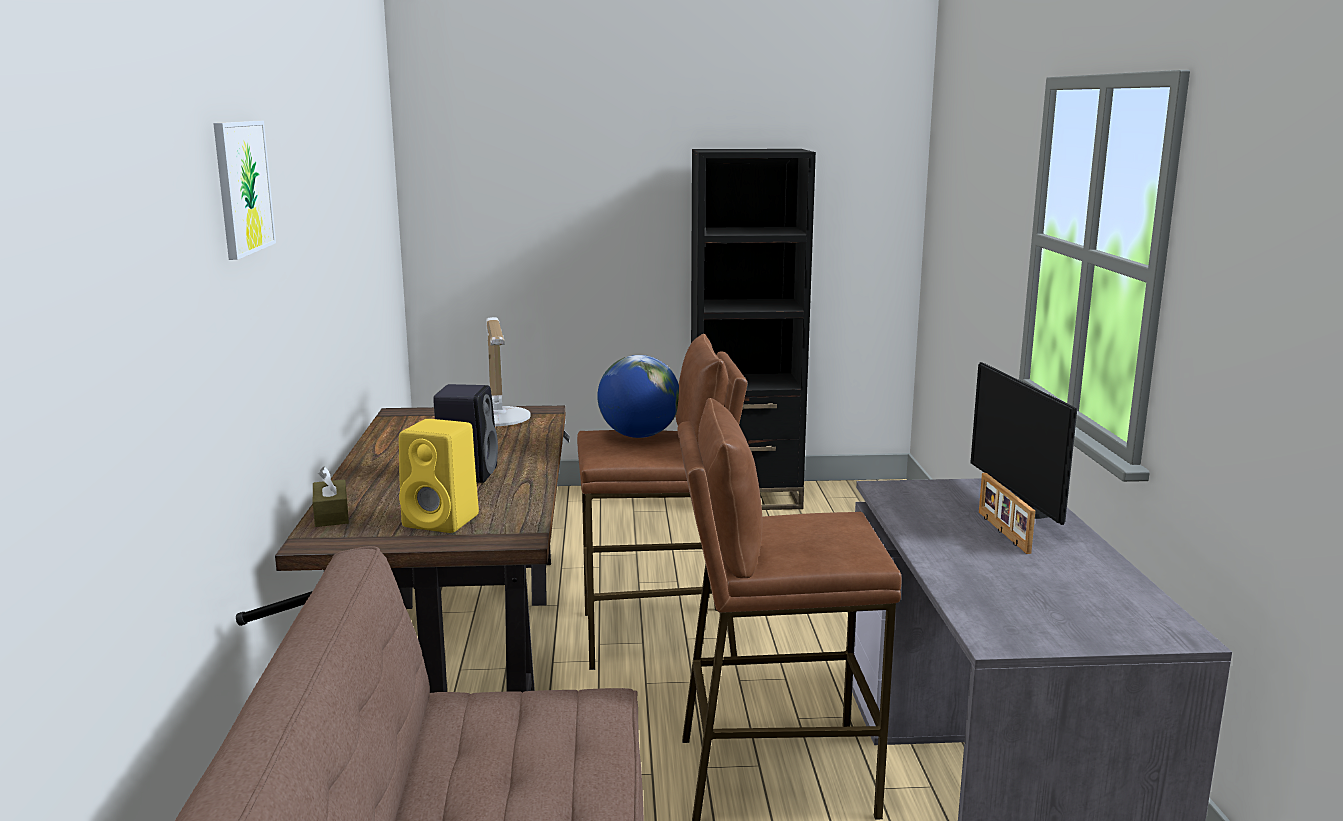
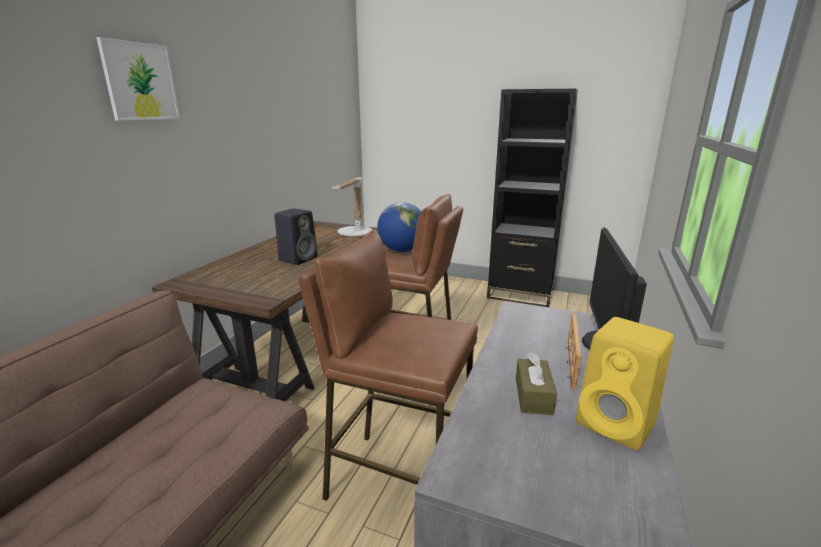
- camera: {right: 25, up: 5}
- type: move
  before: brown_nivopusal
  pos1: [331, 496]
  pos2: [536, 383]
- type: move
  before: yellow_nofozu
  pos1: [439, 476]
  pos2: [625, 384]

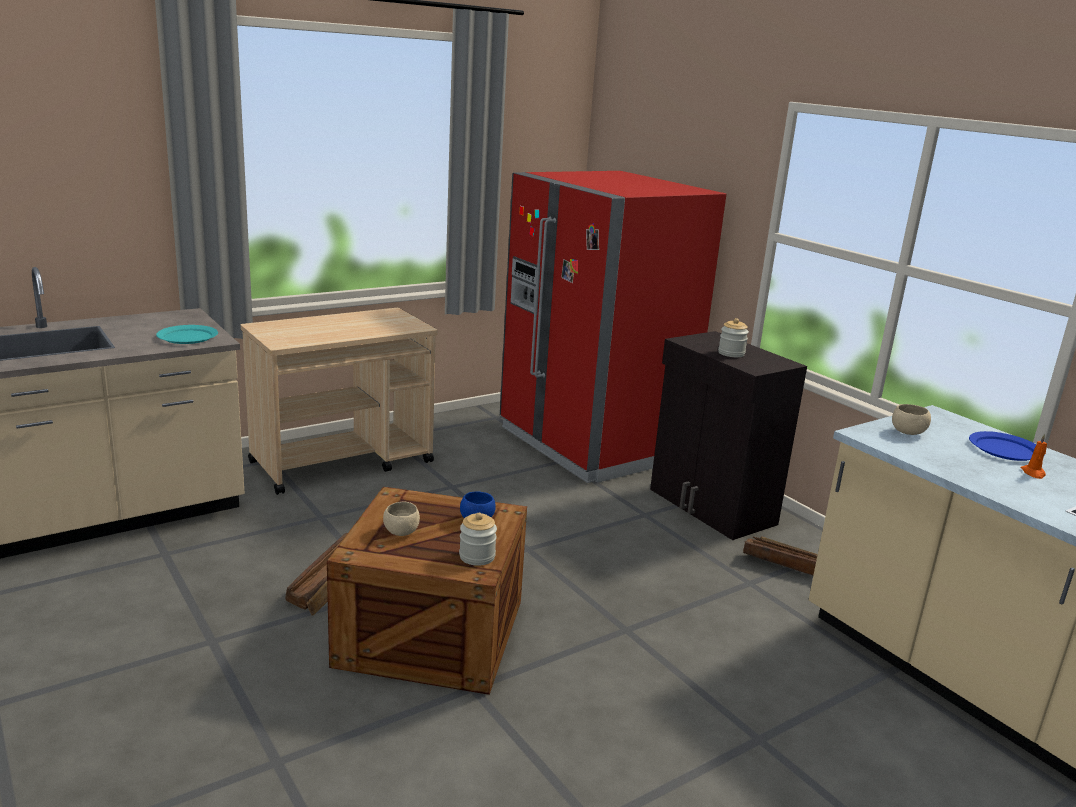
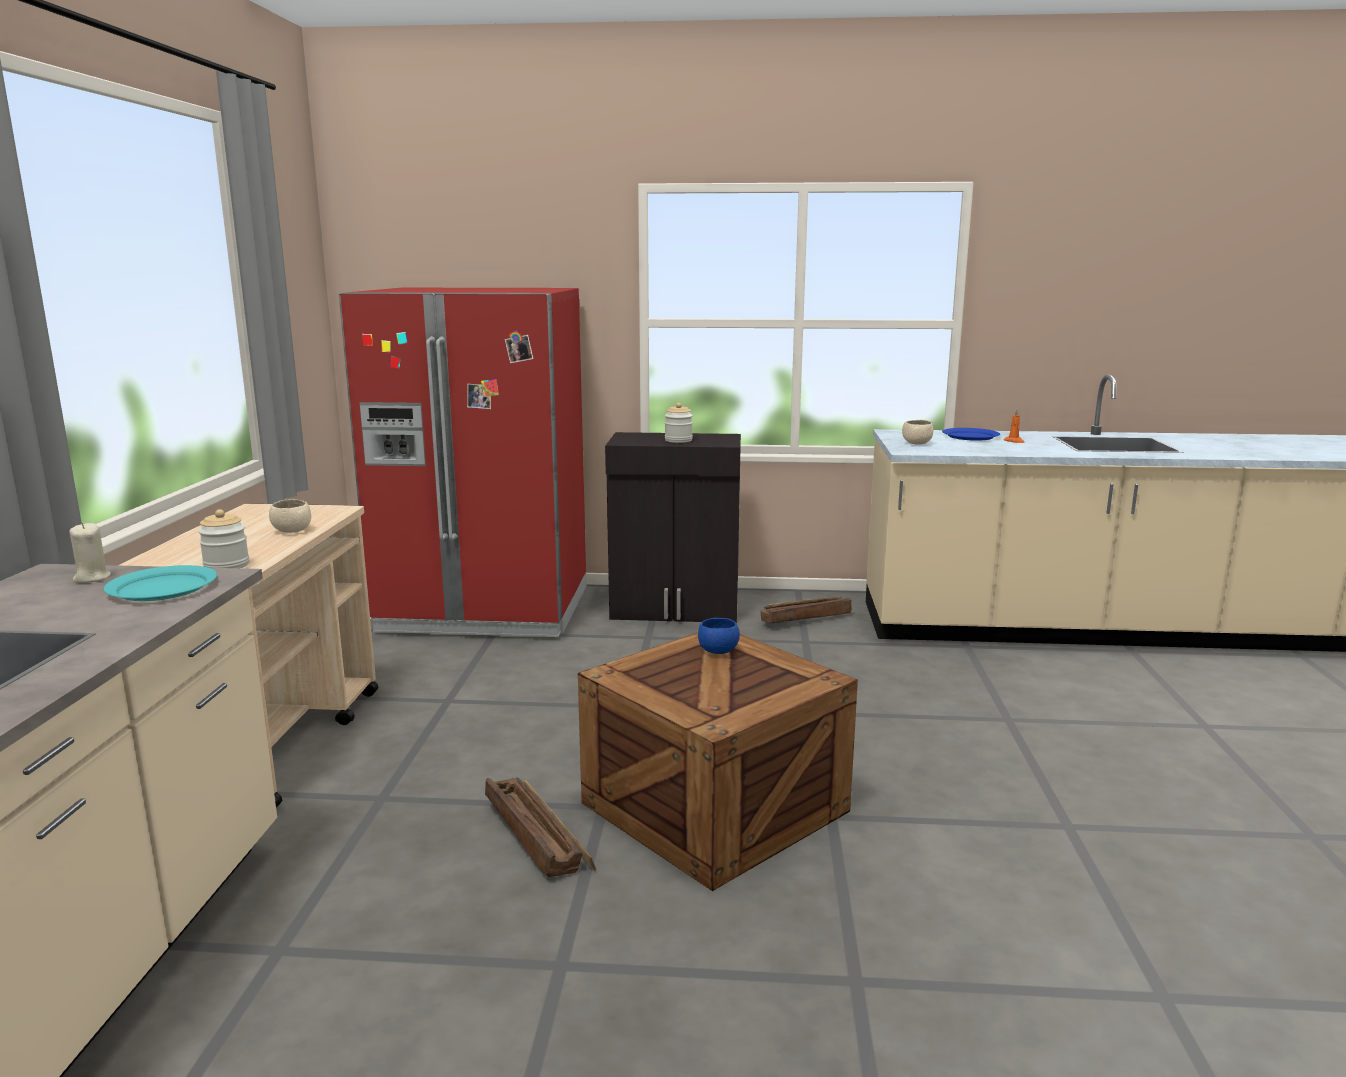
- camera: {right: -50, up: -5}
- type: move
  before: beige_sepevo
  pos1: [401, 519]
  pos2: [290, 516]
- type: move
  before: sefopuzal
  pos1: [478, 539]
  pos2: [223, 538]
- type: insert
  after: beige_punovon
  pos2: [90, 553]

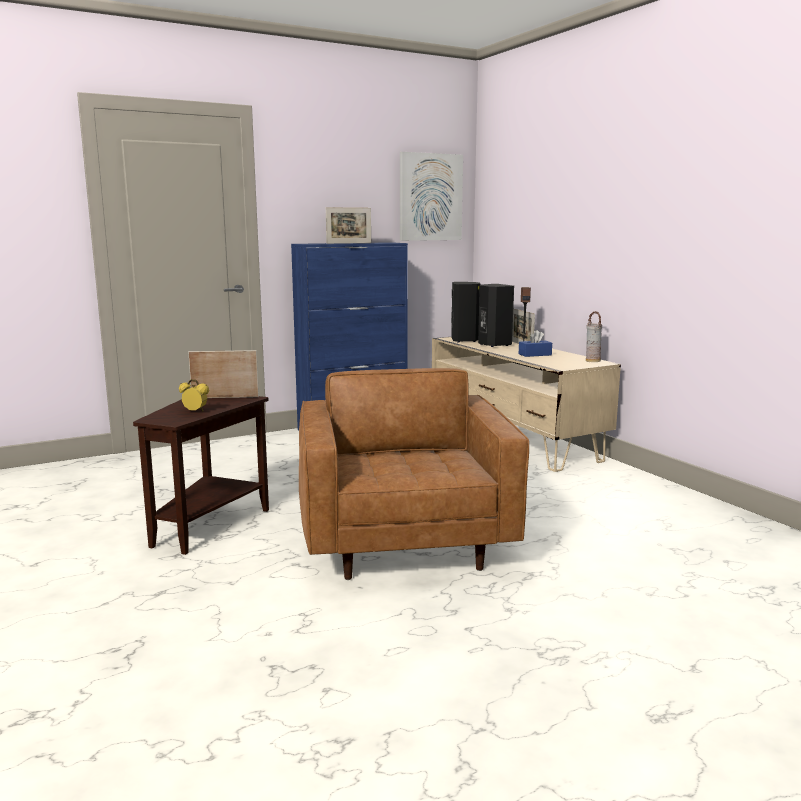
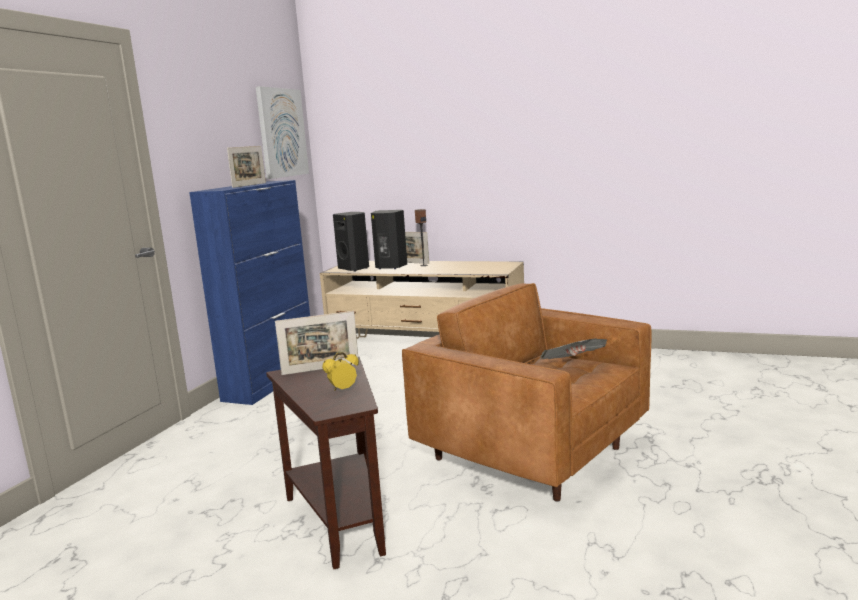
- camera: {right: -40, up: 0}
- type: rotate
  before: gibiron
  pos1: [223, 374]
  pos2: [317, 343]
  turn: -150
- type: delete
  before: blue_nivopusal
  pos1: [535, 343]
- type: delete
  before: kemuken
  pos1: [594, 336]
- type: insert
  after: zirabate
  pos2: [573, 349]

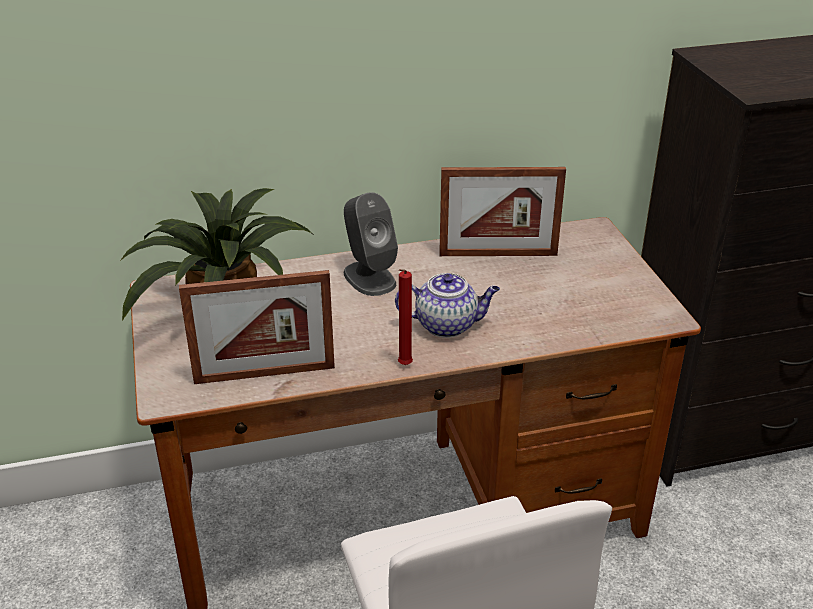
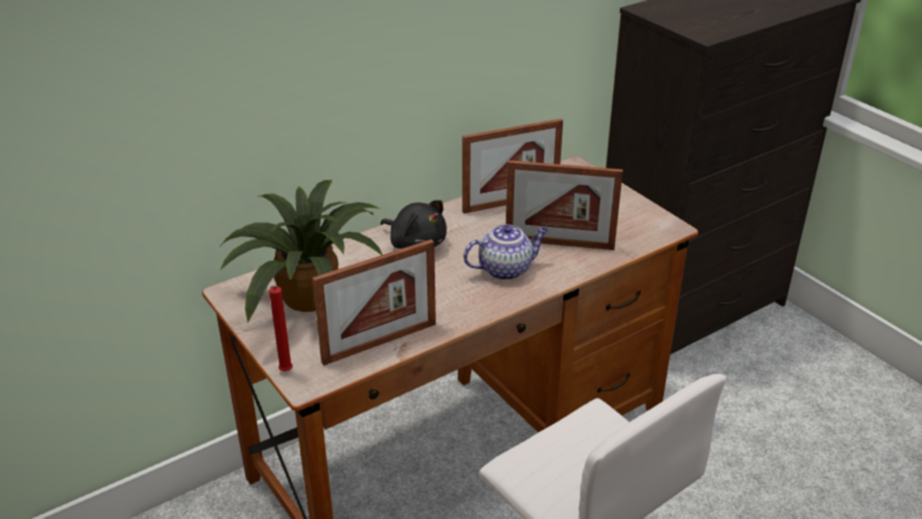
- camera: {right: -20, up: 0}
- type: replace
  before: grey_nofozu
  after: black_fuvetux
  pos1: [371, 244]
  pos2: [414, 224]
- type: move
  before: red_punovon
  pos1: [405, 317]
  pos2: [281, 328]
- type: insert
  after: gibiron
  pos2: [564, 205]

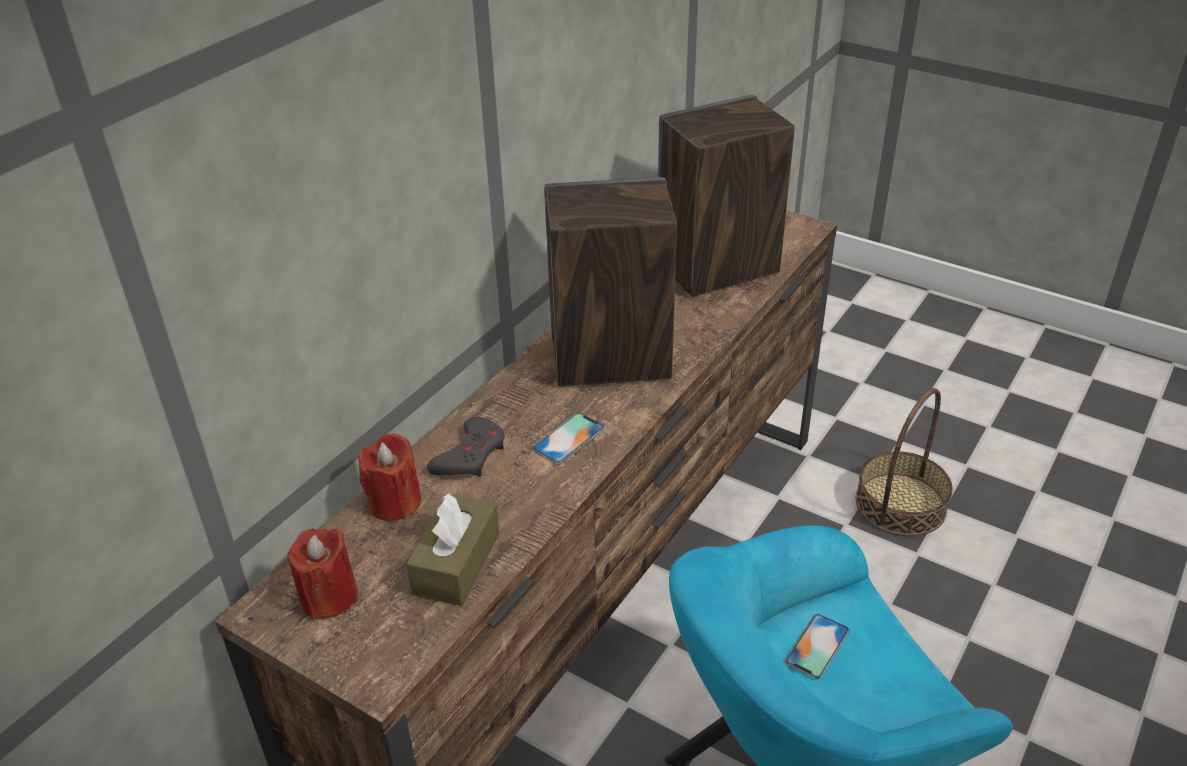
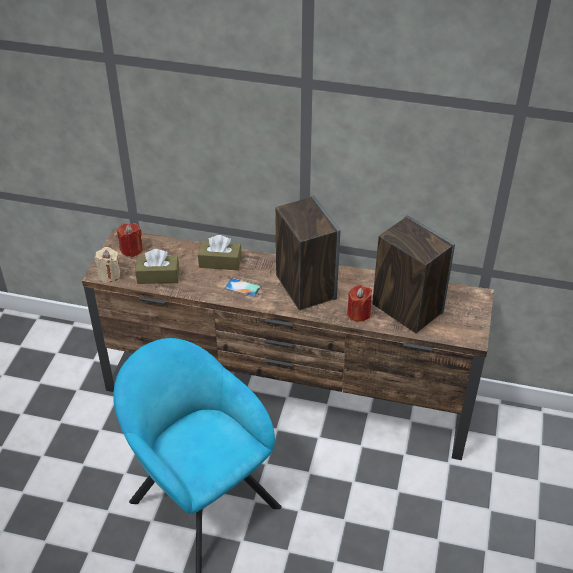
- camera: {right: 70, up: 5}
- type: move
  before: red_punovon
  pos1: [389, 477]
  pos2: [359, 303]
- type: replace
  before: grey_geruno
  after: brown_nivopusal
  pos1: [466, 447]
  pos2: [219, 252]
- type: delete
  before: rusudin
  pos1: [817, 646]
- type: delete
  before: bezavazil
  pos1: [904, 462]
- type: insert
  after: beige_punovon
  pos2: [108, 264]

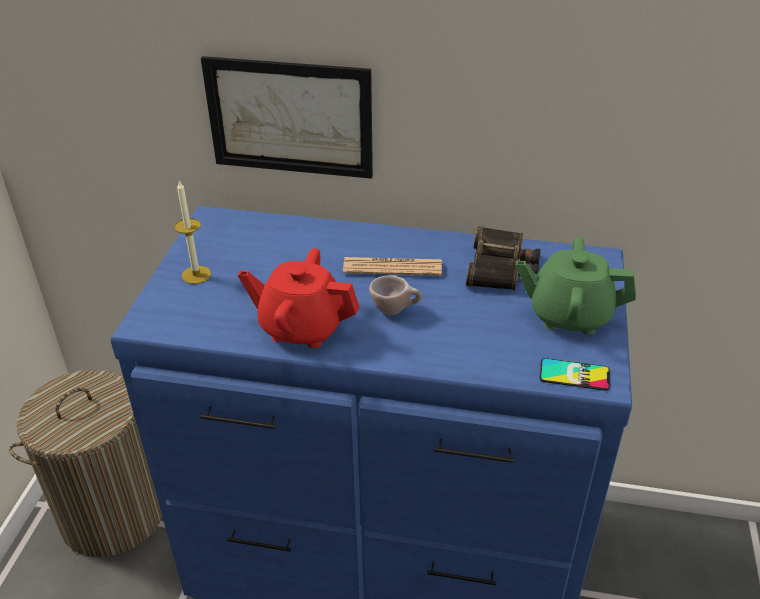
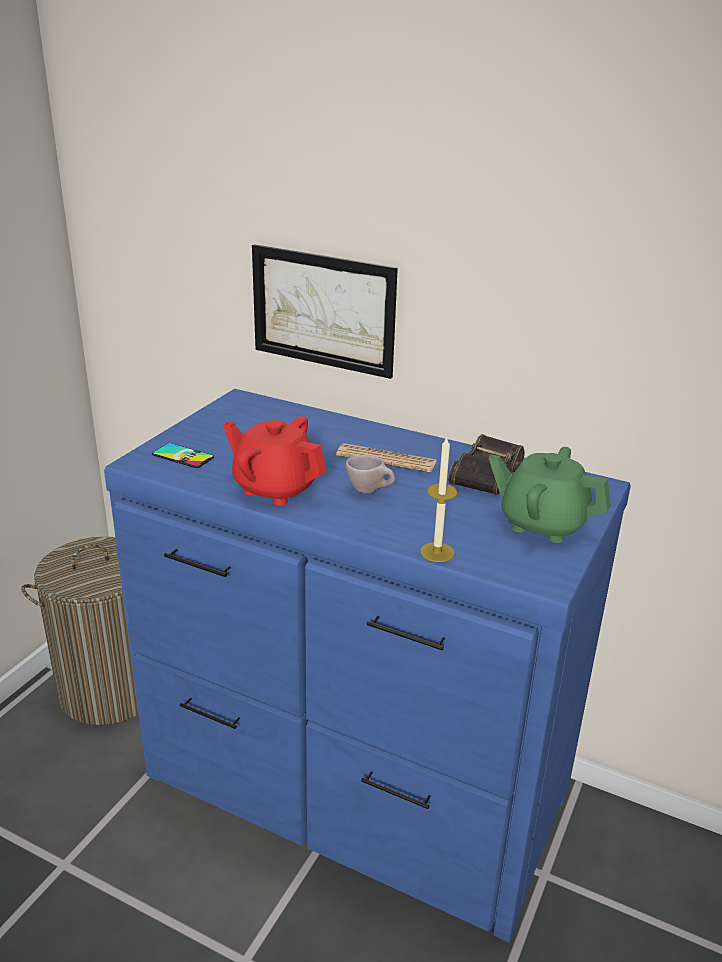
- camera: {right: 15, up: -10}
- type: move
  before: punovon
  pos1: [192, 232]
  pos2: [439, 499]
- type: move
  before: rusudin
  pos1: [574, 374]
  pos2: [183, 455]

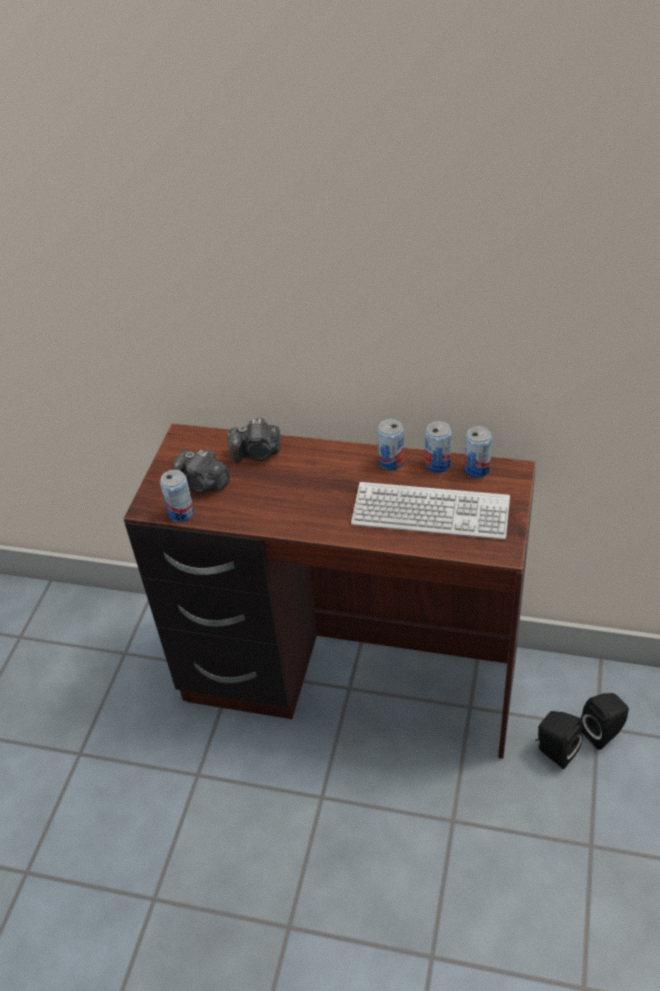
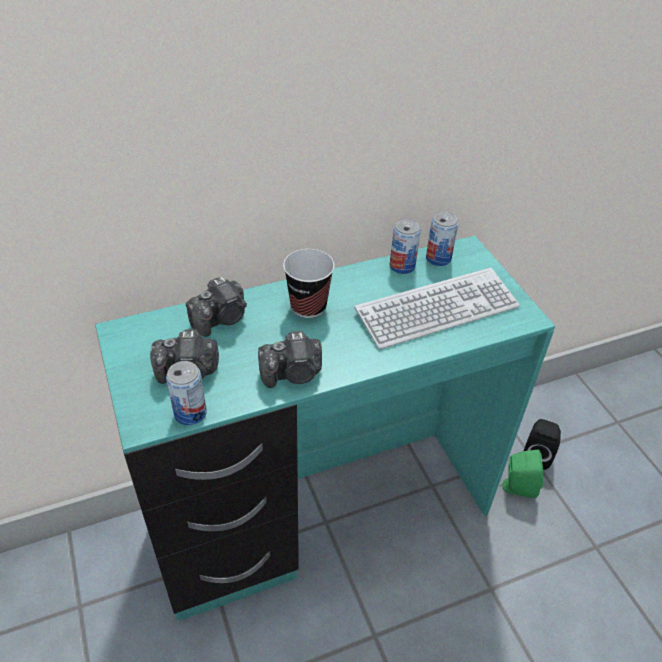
- camera: {right: -40, up: 0}
- type: recolor
  before: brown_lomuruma
  after: turquoise_lomuruma
  pos1: [329, 591]
  pos2: [325, 428]
- type: delete
  before: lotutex
  pos1: [390, 444]
- type: recolor
  before: black_nofozu
  after: green_nofozu
  pos1: [559, 740]
  pos2: [521, 474]
- type: insert
  after: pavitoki
  pos2: [290, 359]
- type: insert
  after: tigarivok
  pos2: [309, 283]

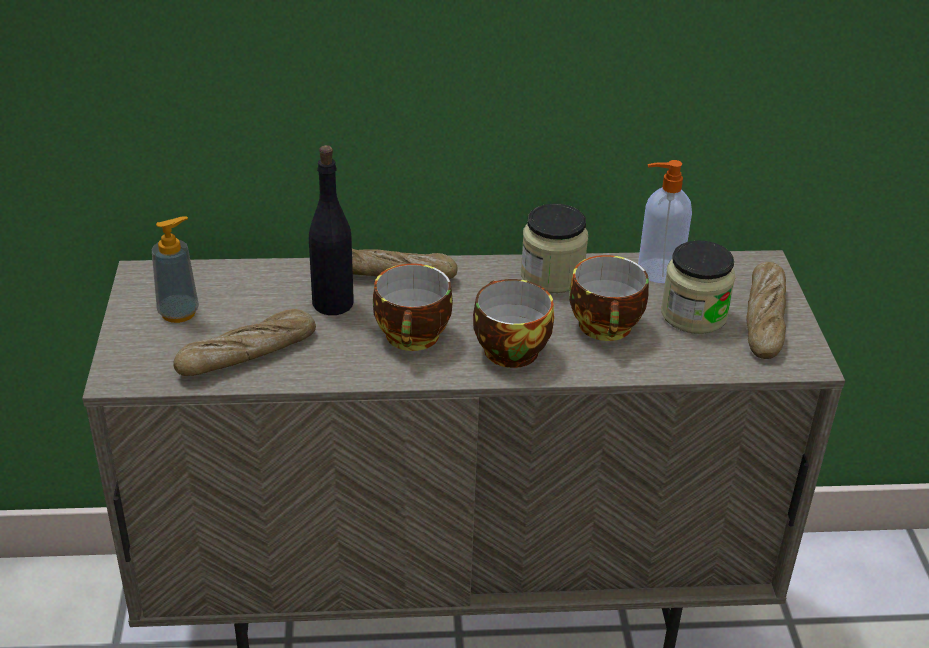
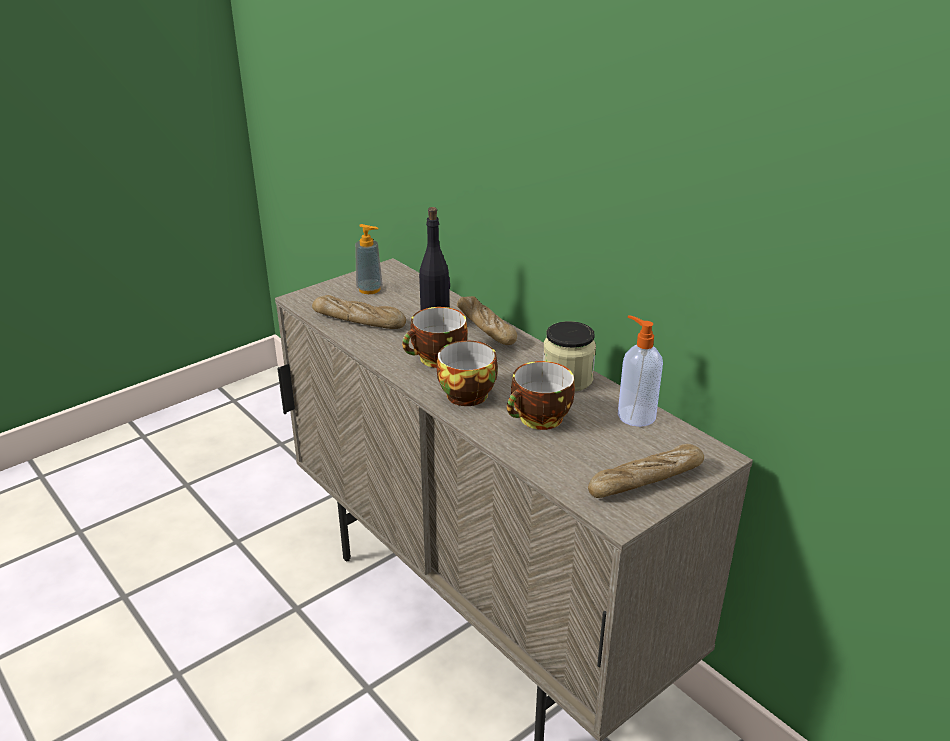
- camera: {right: 55, up: -5}
- type: delete
  before: sefopuzal
  pos1: [698, 287]

